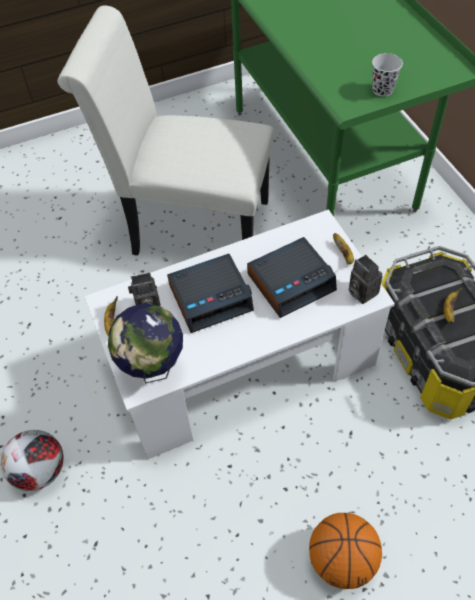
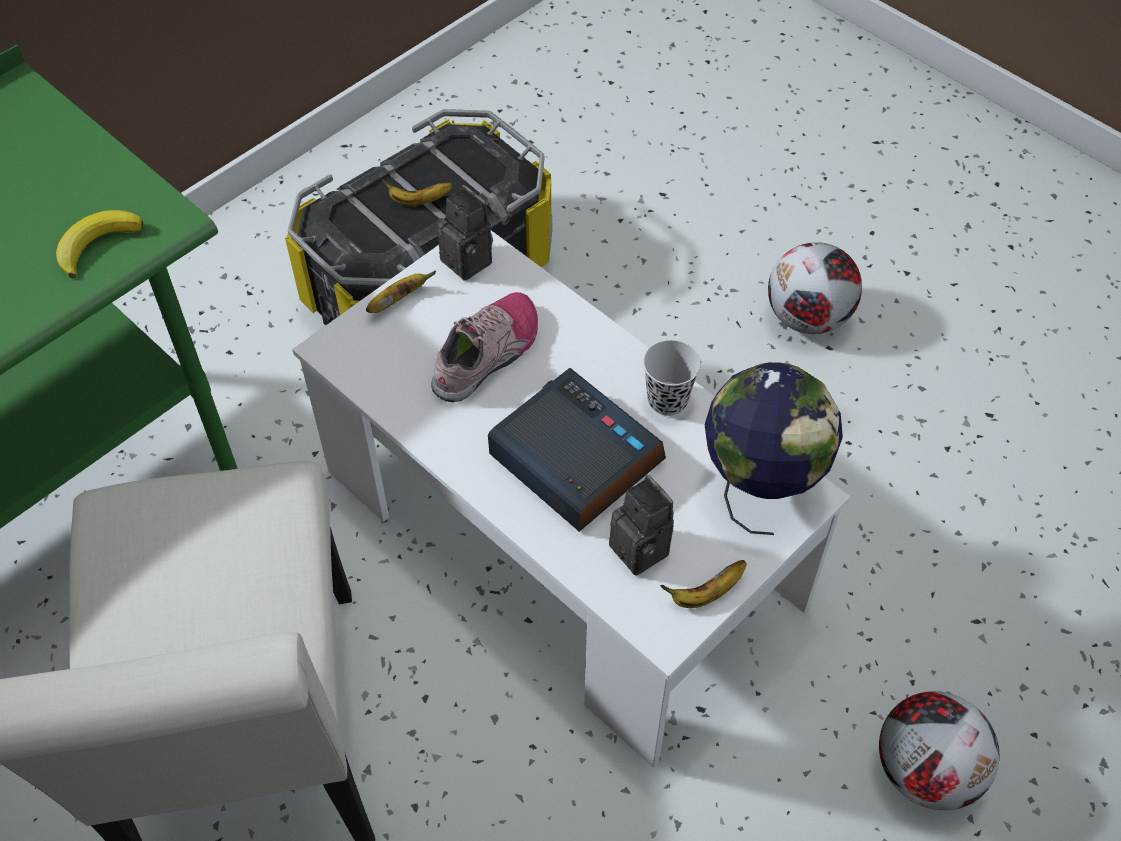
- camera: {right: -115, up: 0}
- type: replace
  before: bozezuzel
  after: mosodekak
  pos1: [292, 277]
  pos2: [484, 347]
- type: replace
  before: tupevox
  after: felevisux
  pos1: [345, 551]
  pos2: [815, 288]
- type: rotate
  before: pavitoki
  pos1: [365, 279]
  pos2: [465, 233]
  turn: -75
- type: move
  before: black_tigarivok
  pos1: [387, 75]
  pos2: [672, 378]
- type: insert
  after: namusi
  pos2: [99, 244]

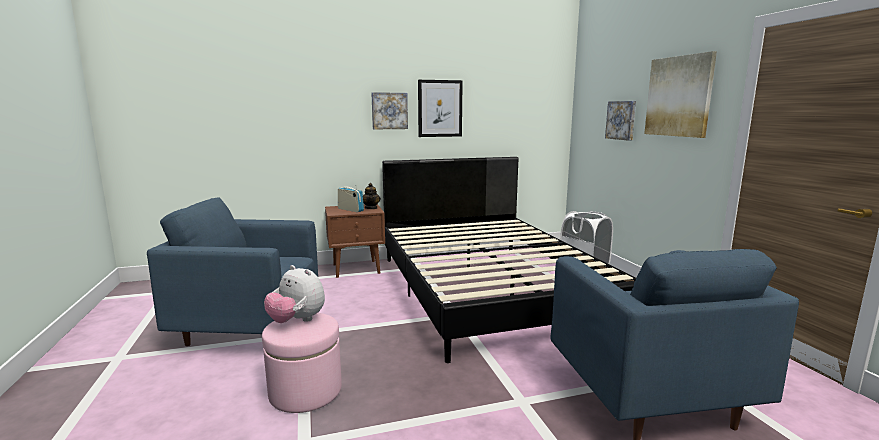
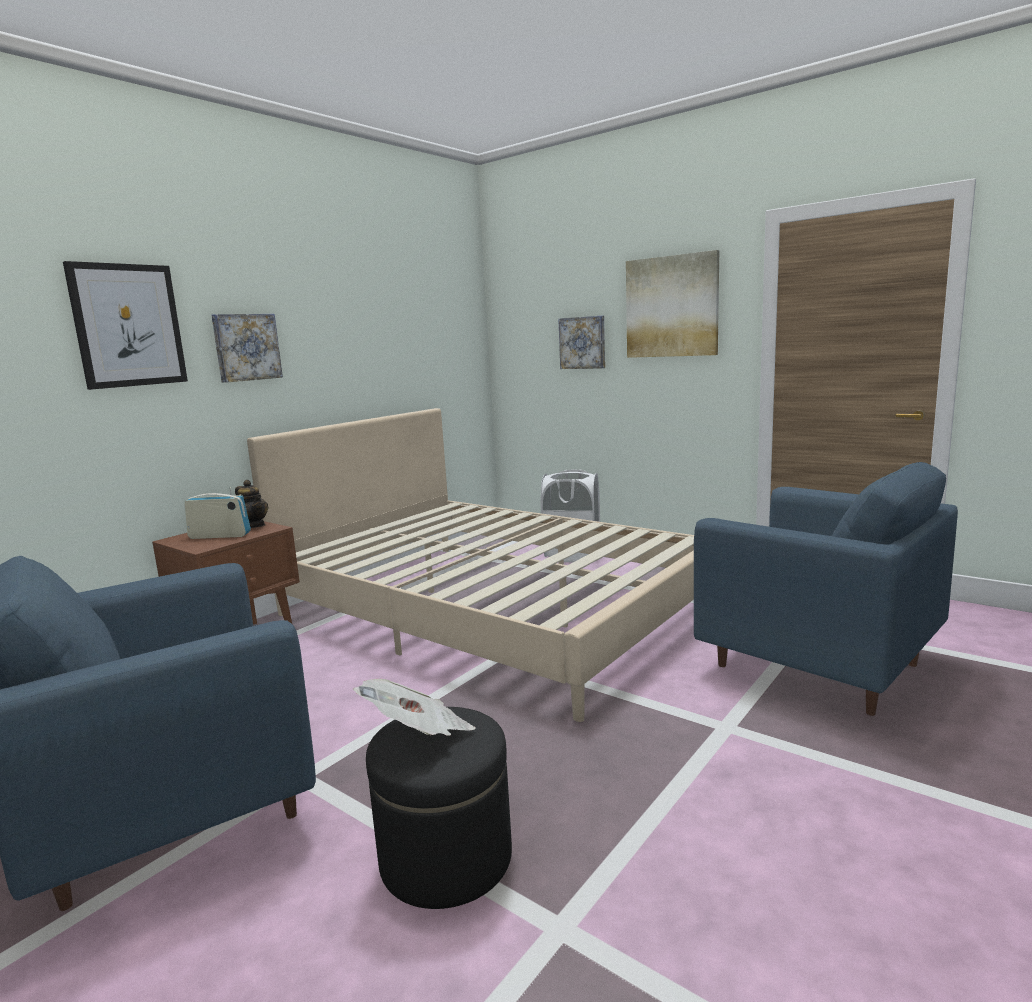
- camera: {right: -35, up: 0}
- type: recolor
  before: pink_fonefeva
  after: black_fonefeva
  pos1: [302, 363]
  pos2: [439, 808]
- type: replace
  before: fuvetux
  after: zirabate
  pos1: [294, 294]
  pos2: [414, 707]
- type: recolor
  before: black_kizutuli
  after: beige_kizutuli
  pos1: [509, 260]
  pos2: [470, 565]
- type: move
  before: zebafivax
  pos1: [440, 108]
  pos2: [125, 325]

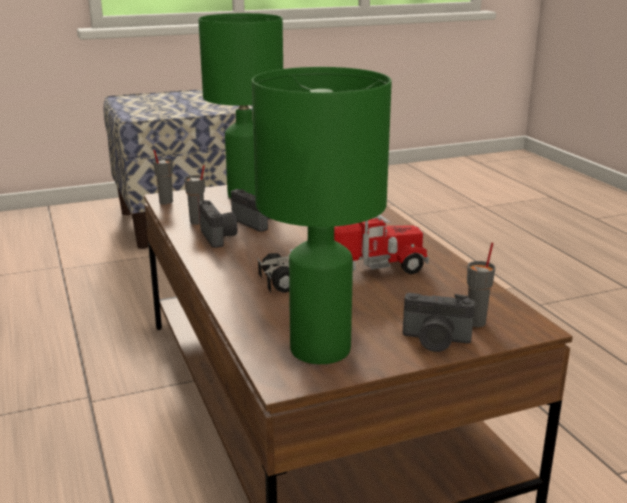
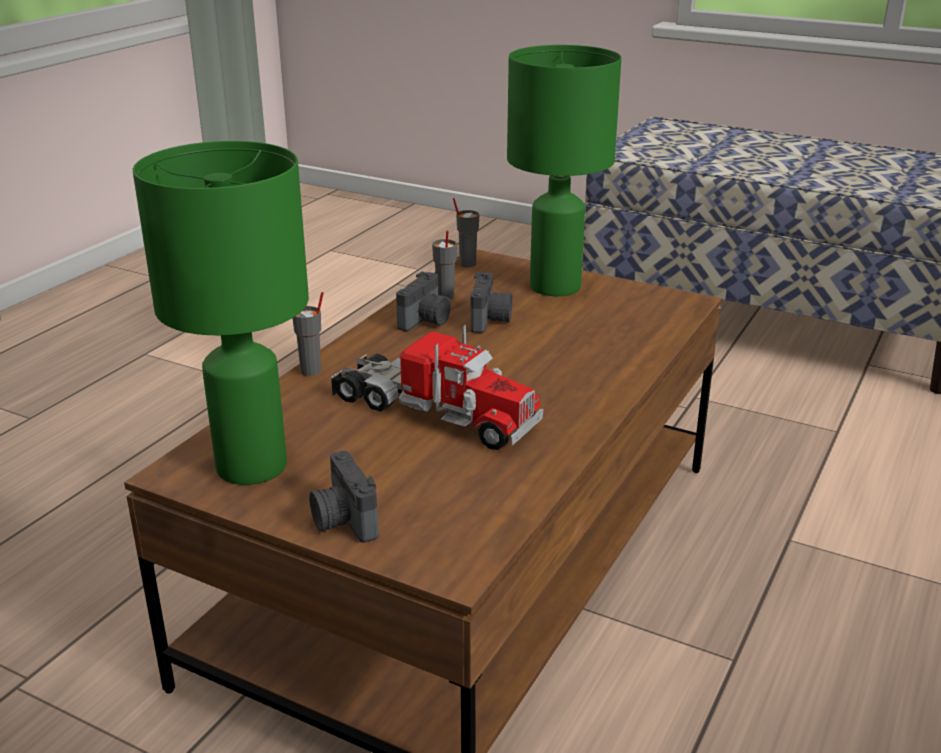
- camera: {right: 50, up: 5}
- type: move
  before: grey_tigarivok
  pos1: [481, 284]
  pos2: [308, 334]

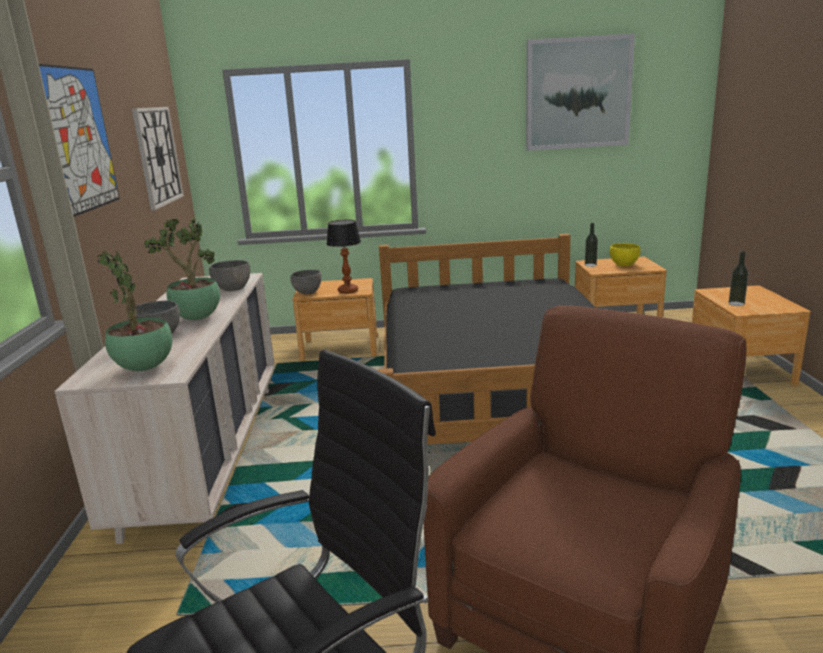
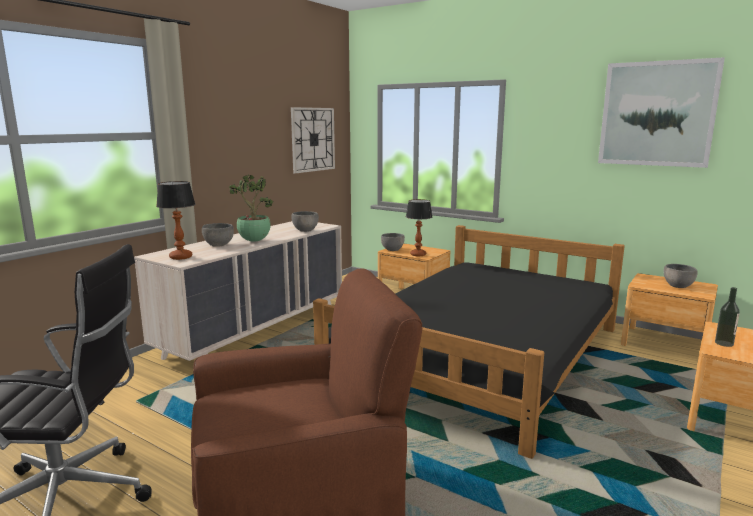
- camera: {right: 35, up: -5}
- type: delete
  before: zebafivax
  pos1: [79, 140]
- type: replace
  before: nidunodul
  after: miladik
  pos1: [135, 311]
  pos2: [176, 220]
- type: delete
  before: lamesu
  pos1: [591, 245]
- type: recolor
  before: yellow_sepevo
  after: grey_sepevo
  pos1: [625, 254]
  pos2: [680, 276]

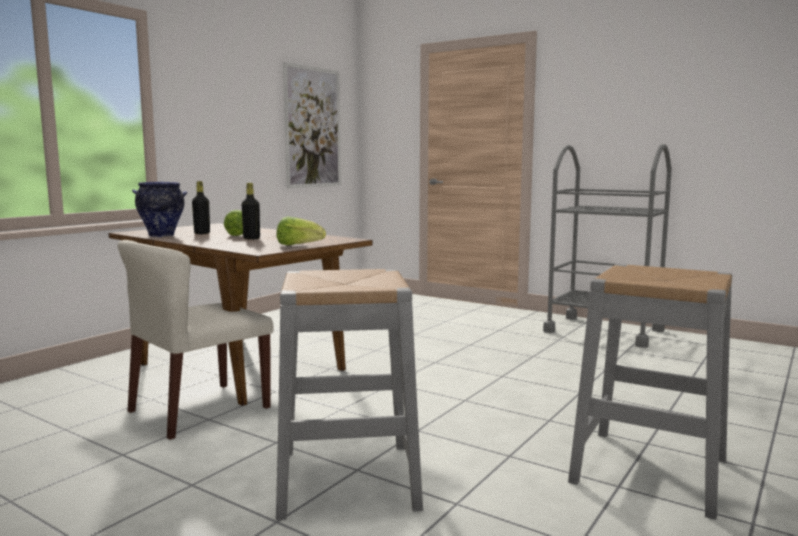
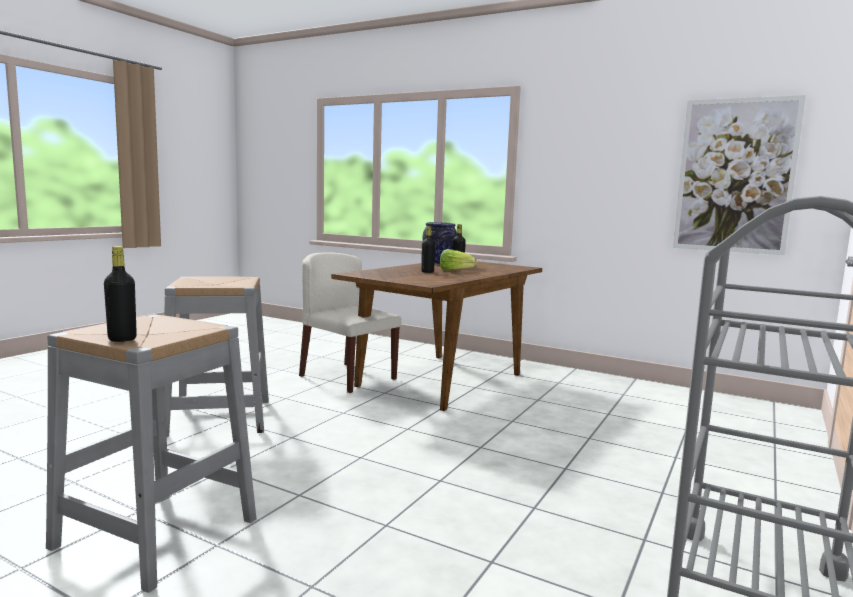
- camera: {right: 85, up: 0}
- type: delete
  before: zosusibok
  pos1: [301, 230]
- type: insert
  after: black_lamesu
  pos2: [120, 294]

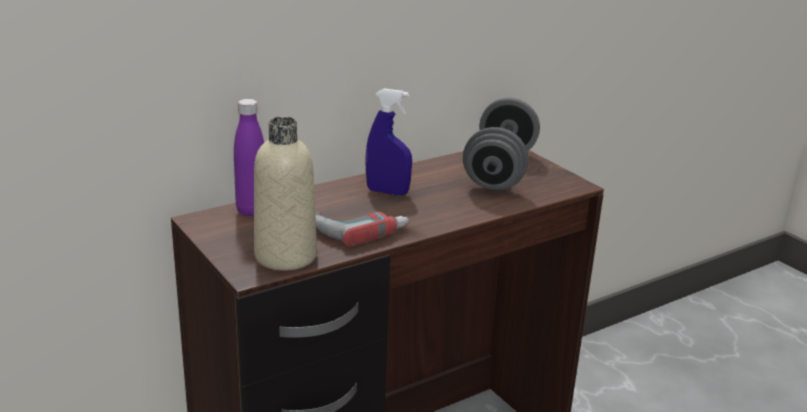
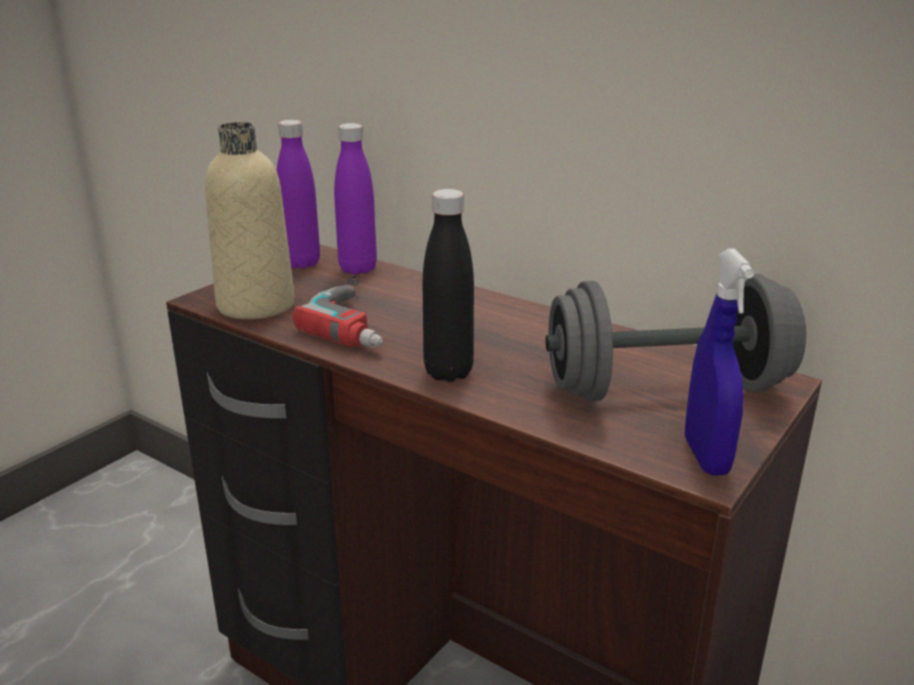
- camera: {right: 70, up: 0}
- type: move
  before: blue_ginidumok
  pos1: [388, 142]
  pos2: [720, 361]
- type: insert
  after: purple_lamesu
  pos2: [298, 194]
- type: insert
  after: black_lamesu
  pos2: [448, 285]

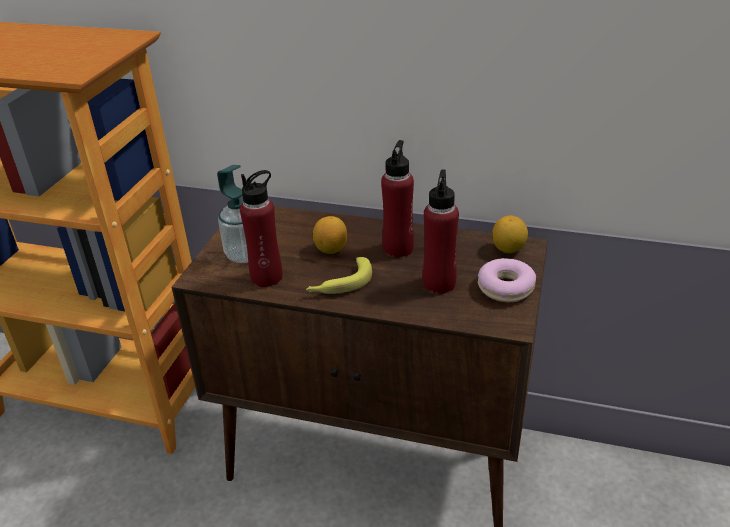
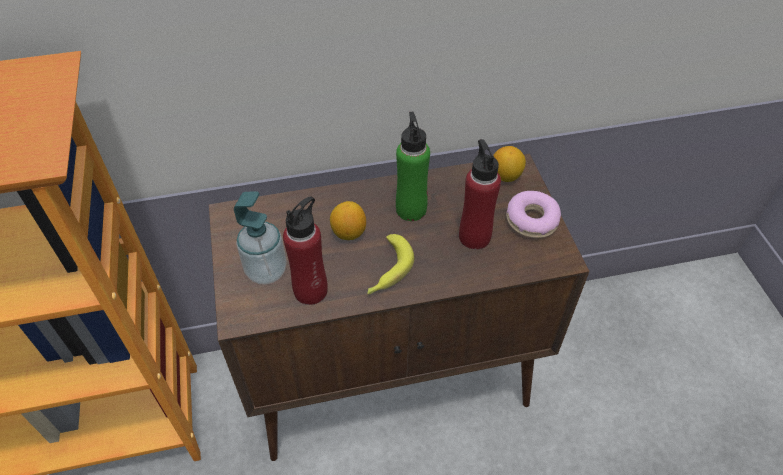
- camera: {right: -30, up: 15}
- type: recolor
  before: red_lamesu
  after: green_lamesu
  pos1: [397, 199]
  pos2: [413, 166]

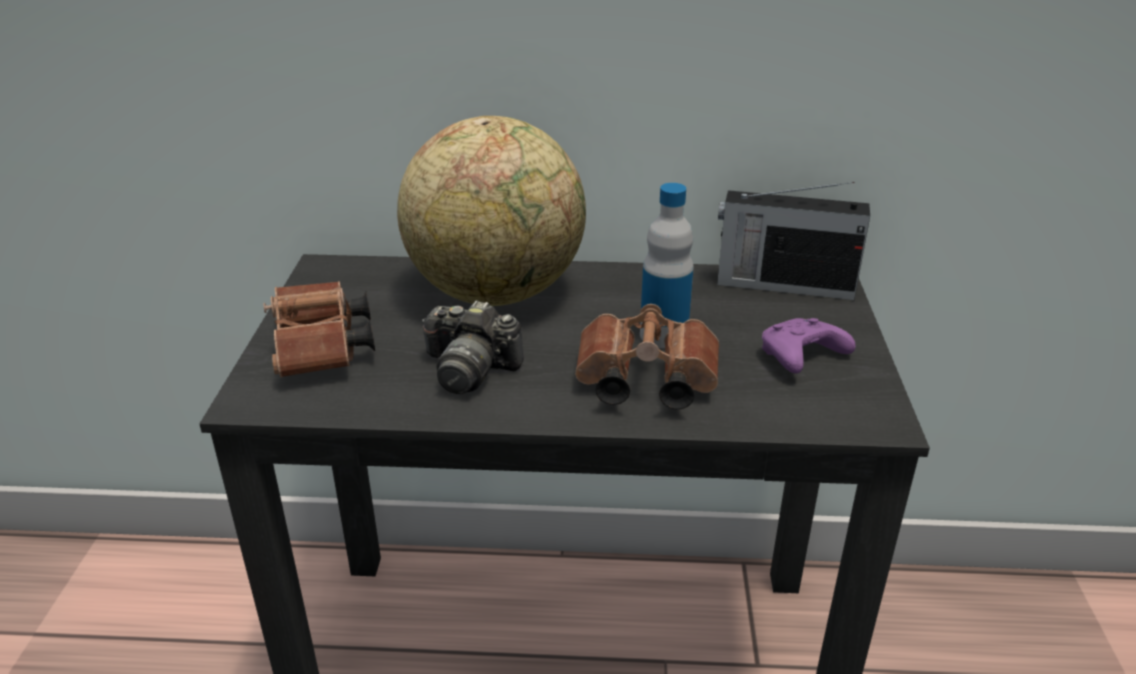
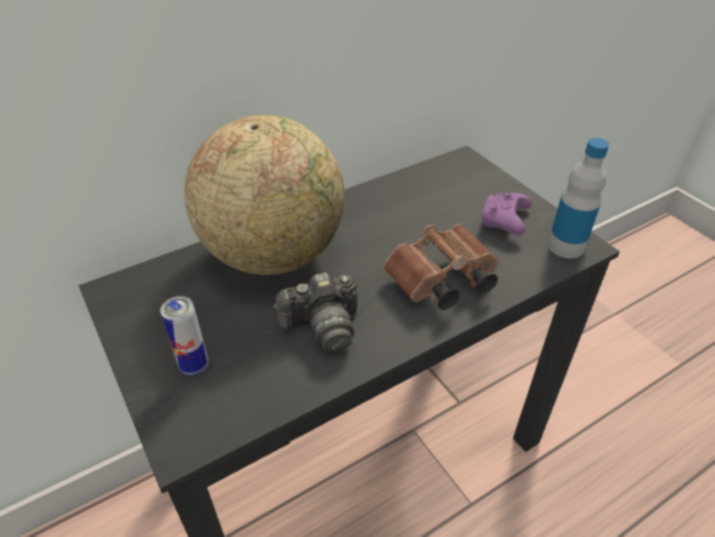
- camera: {right: -35, up: 10}
- type: replace
  before: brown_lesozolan
  after: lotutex
  pos1: [319, 329]
  pos2: [184, 336]
- type: move
  before: lamesu
  pos1: [667, 265]
  pos2: [578, 198]
- type: delete
  before: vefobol
  pos1: [793, 241]

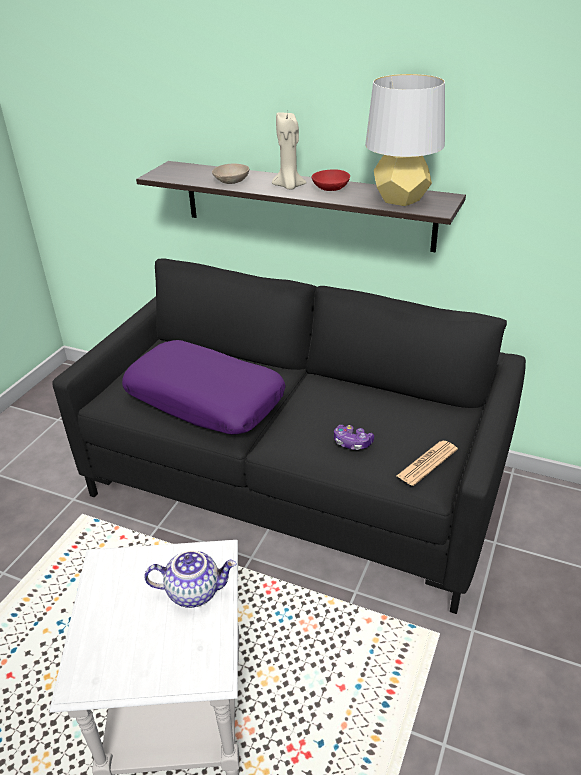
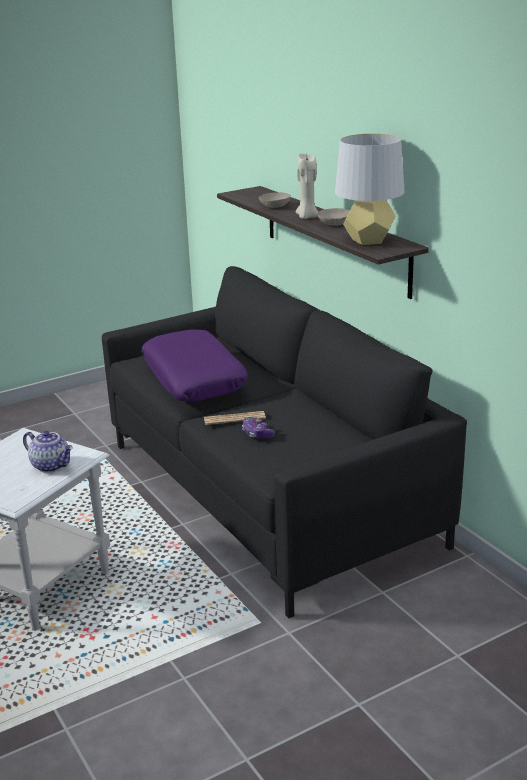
- camera: {right: 35, up: -10}
- type: recolor
  before: red_sepevo
  after: beige_sepevo
  pos1: [331, 180]
  pos2: [333, 217]
- type: move
  before: zirabate
  pos1: [427, 463]
  pos2: [235, 418]

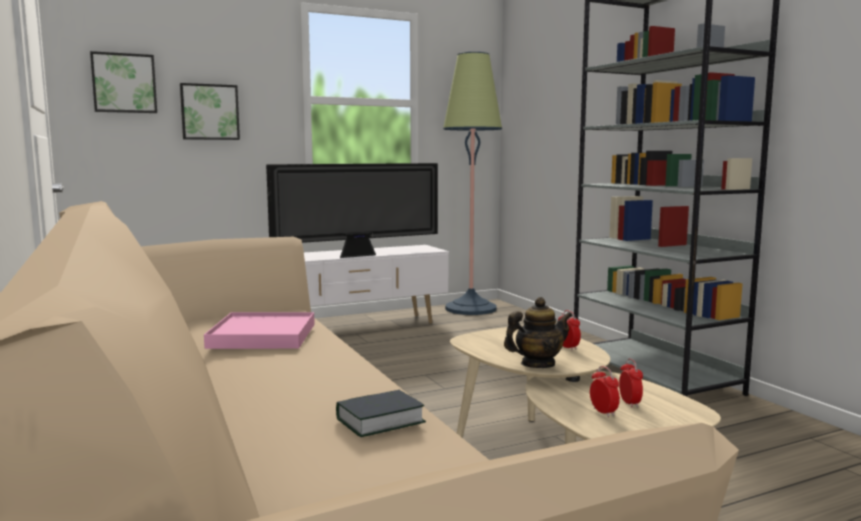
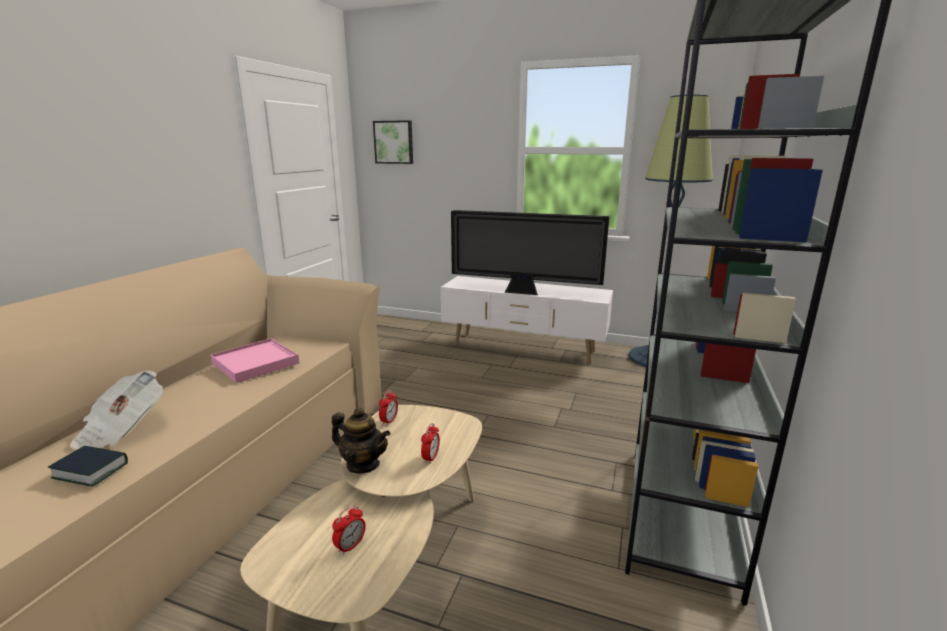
- camera: {right: 45, up: 10}
- type: delete
  before: zebafivax
  pos1: [210, 111]
- type: move
  before: bozezuzel
  pos1: [605, 391]
  pos2: [388, 408]
- type: insert
  after: zirabate
  pos2: [116, 410]

